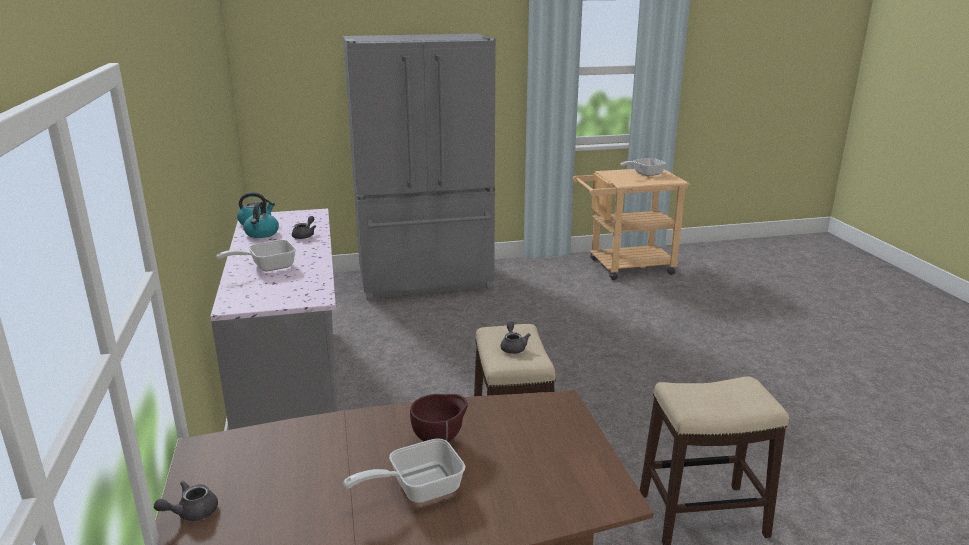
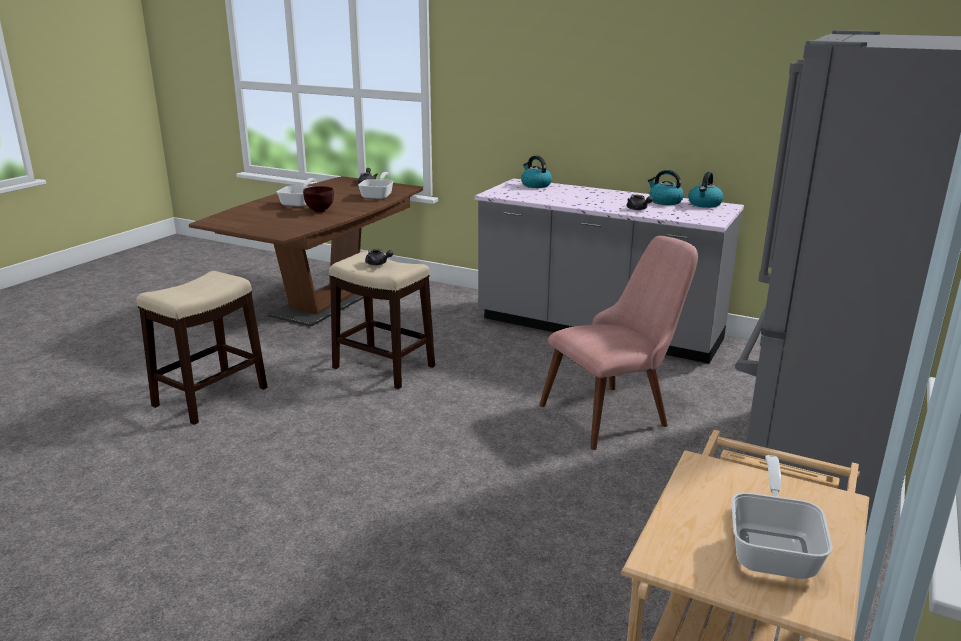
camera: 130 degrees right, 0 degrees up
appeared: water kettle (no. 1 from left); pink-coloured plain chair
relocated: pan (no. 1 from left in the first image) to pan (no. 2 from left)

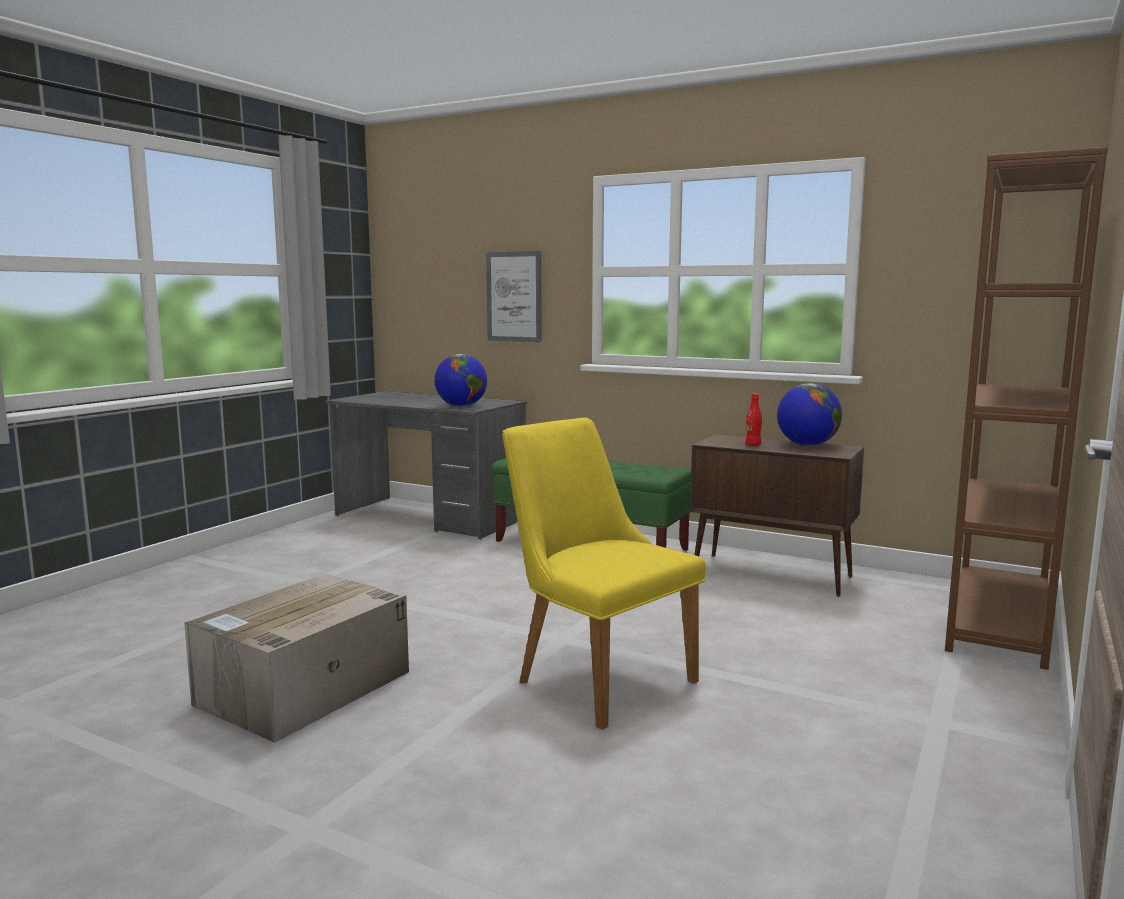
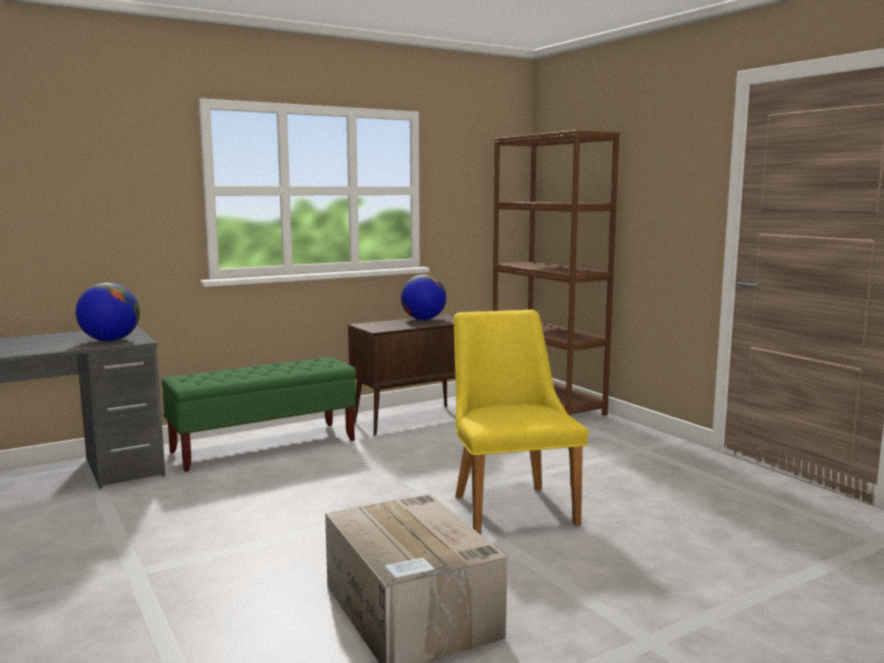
camera: 60 degrees left, 0 degrees up
missing: wall art; red drink bottle
spun: yellowish plain chair 90 degrees clockwise

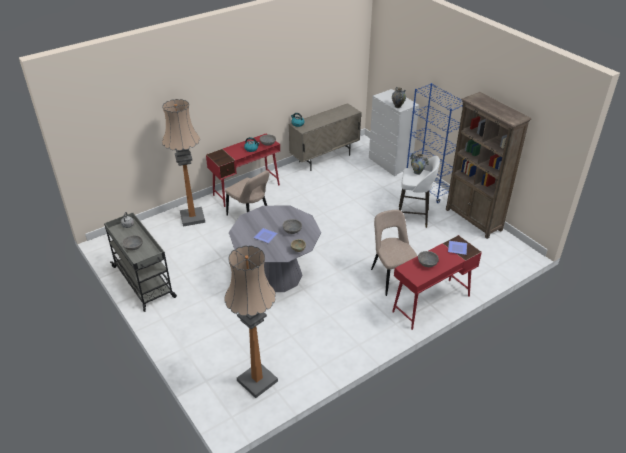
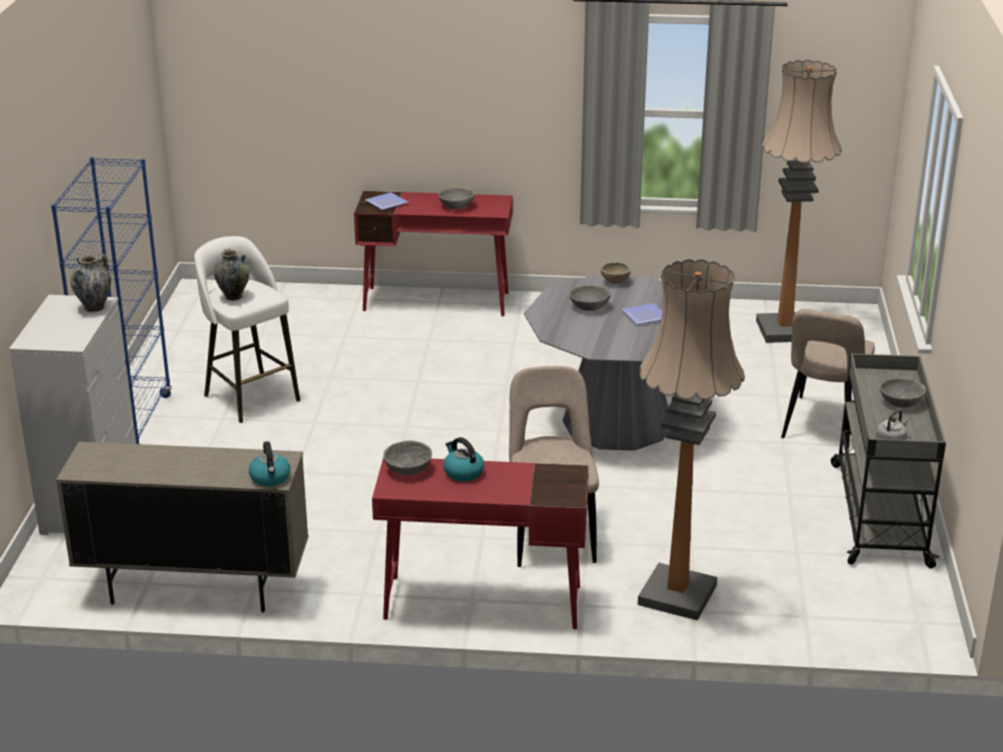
camera: 140 degrees left, 10 degrees down
missing: brown-coloured bookcase
relocated: sand-coloured plain chair (no. 2 from left)

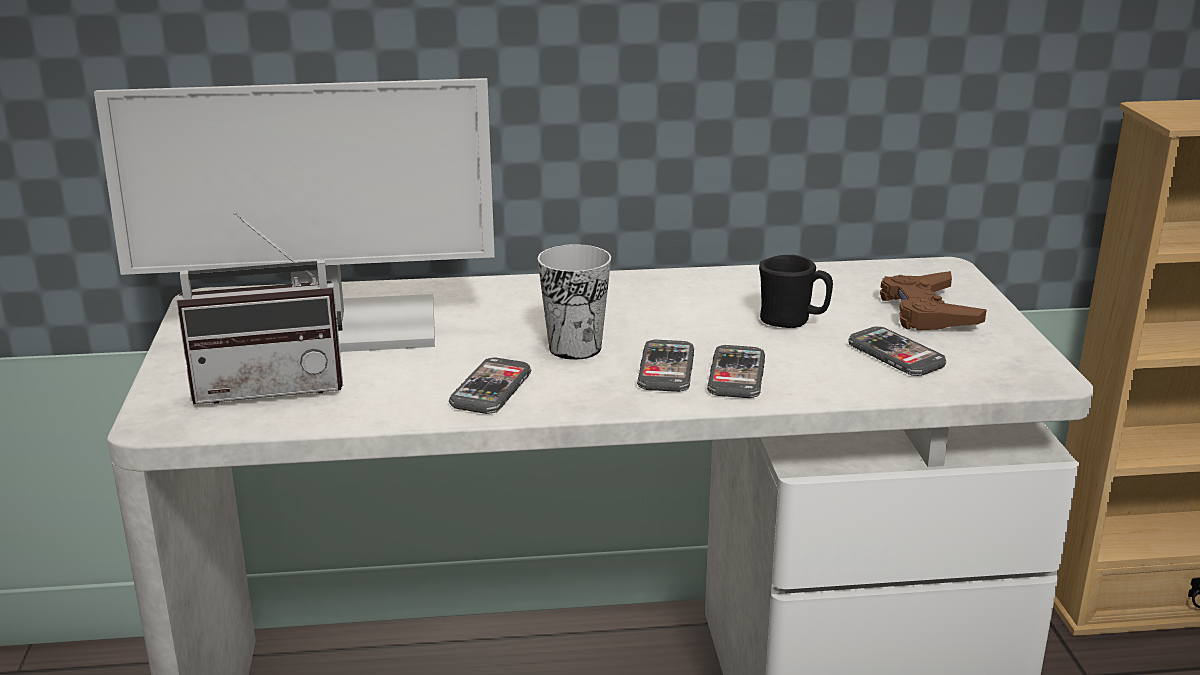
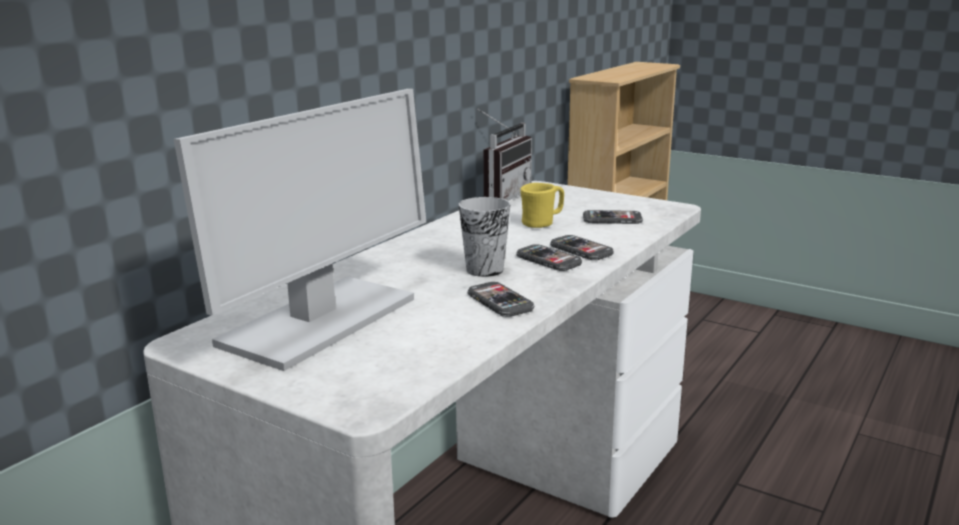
camera: 50 degrees left, 5 degrees down
missing: brown-coloured gamepad
relocated: radio receiver
colour: blackish mug to yellowish mug

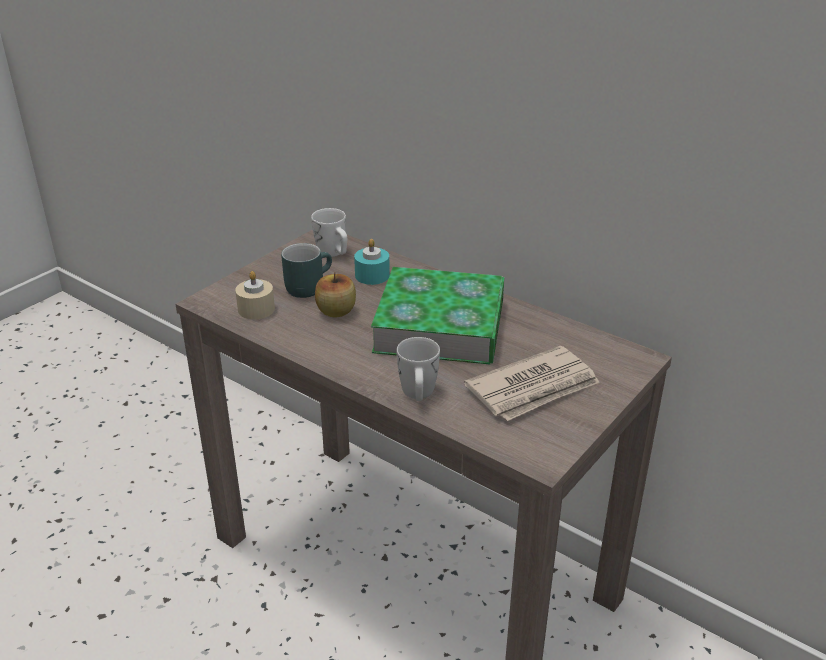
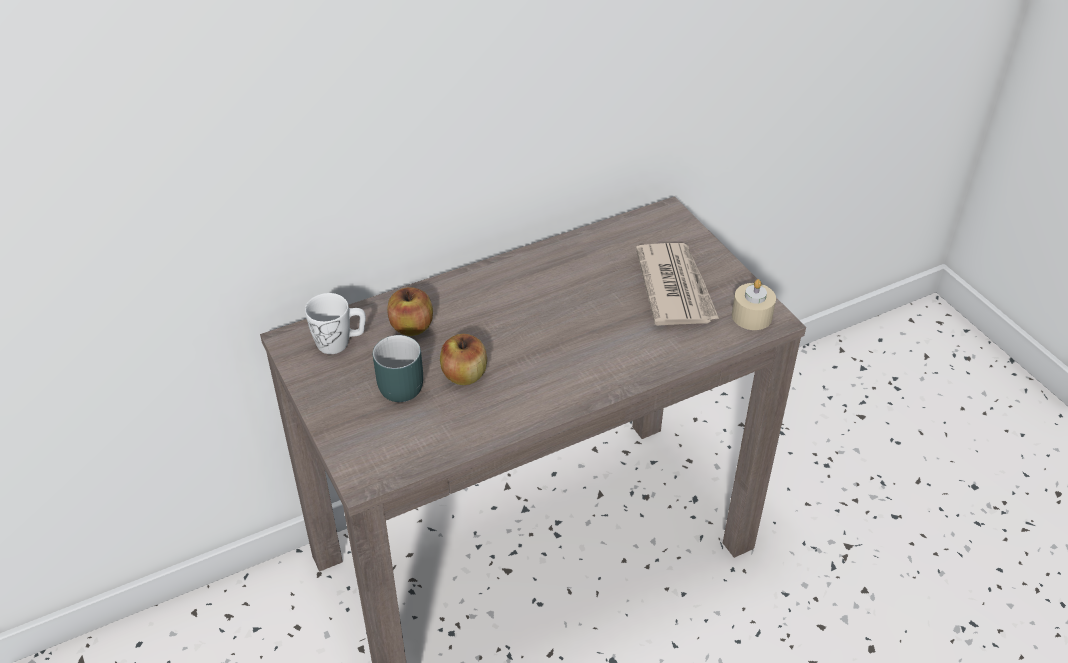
camera: 65 degrees left, 10 degrees up
missing: volume; white mug (no. 2 from left)
relocated: sand-coloured wax candle
exchanged: turquoise wax candle to apple fruit (no. 1 from left)

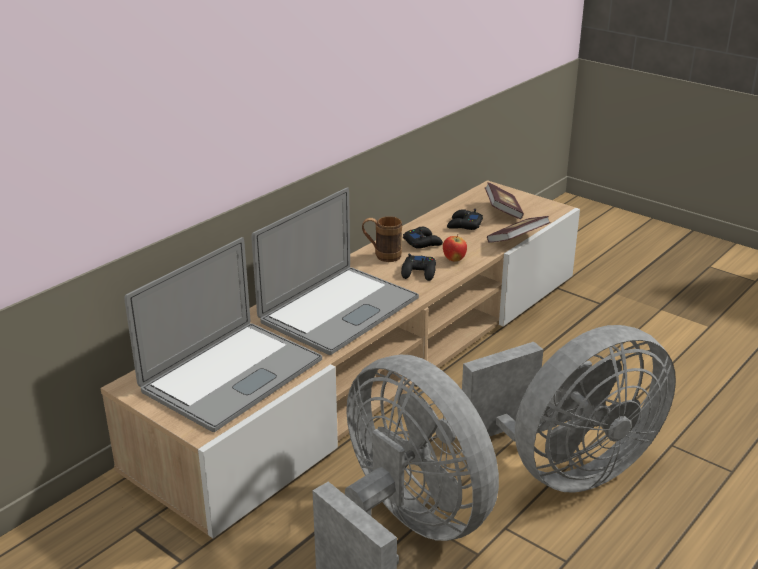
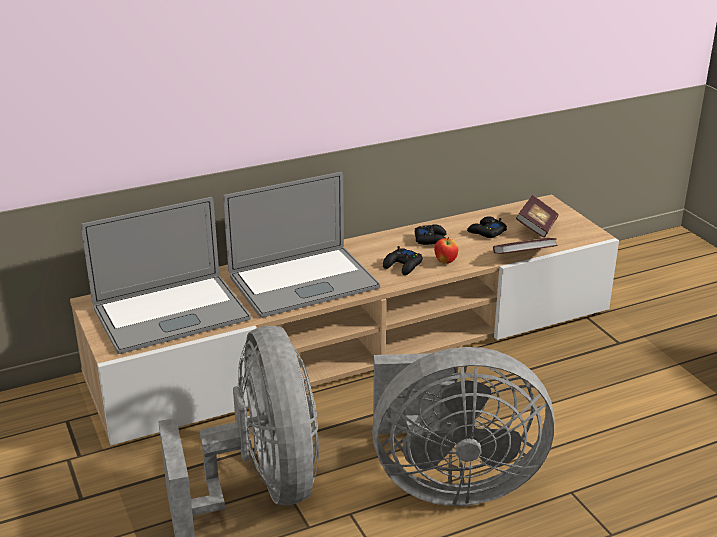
camera: 25 degrees right, 0 degrees up
missing: brown-coloured mug

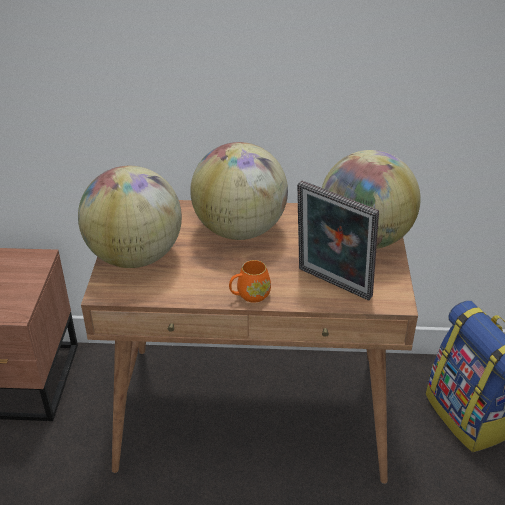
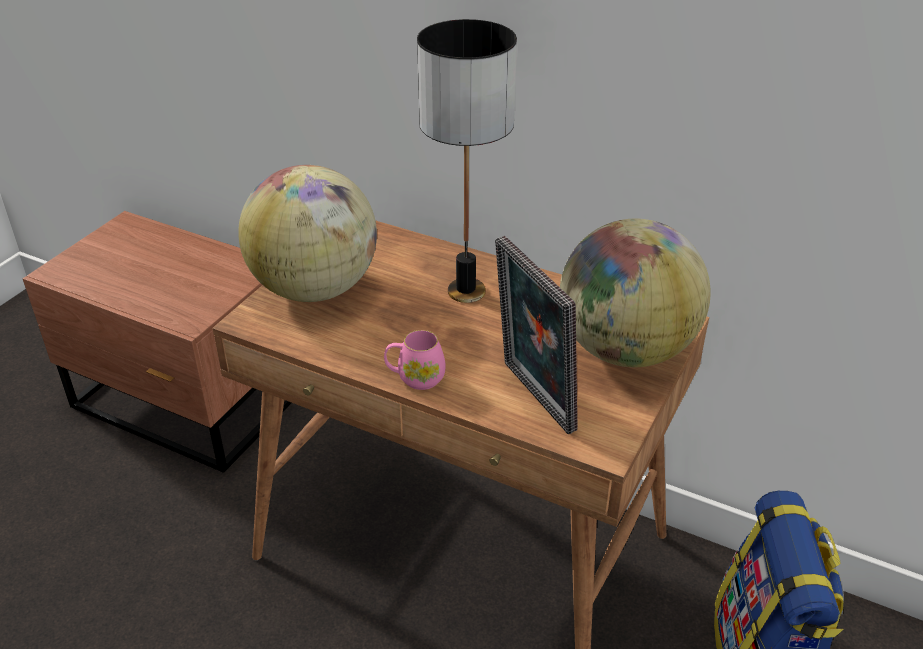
camera: 25 degrees right, 0 degrees up
exchanged: globe (no. 2 from left) to lamp for a table
colour: orangey mug to pink-coloured mug

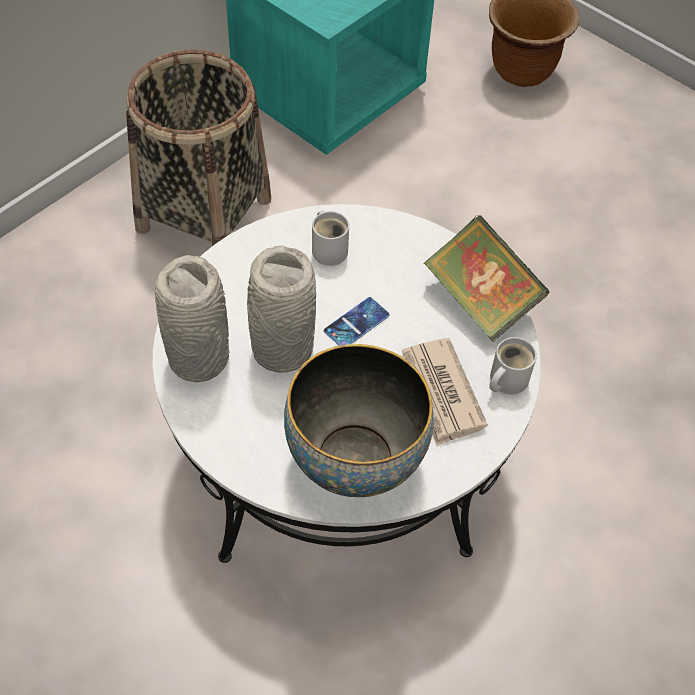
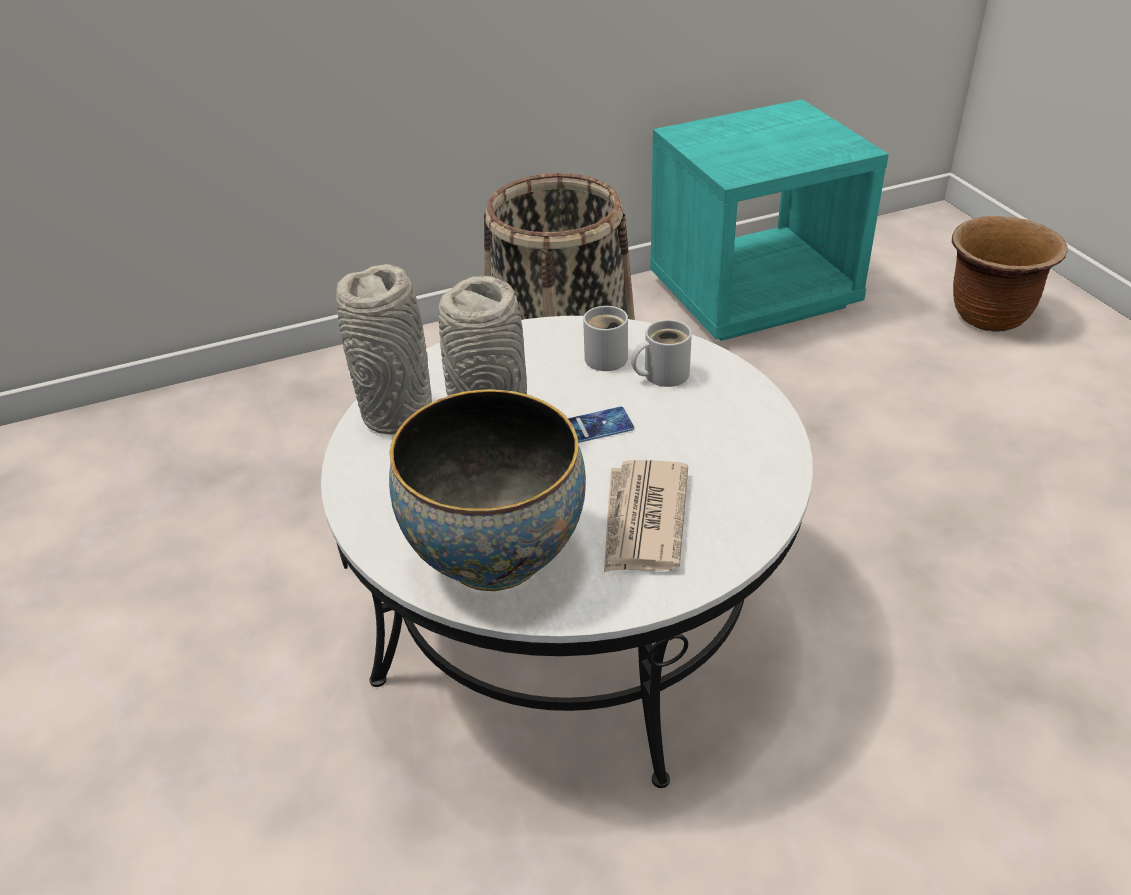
camera: 30 degrees right, 15 degrees down
missing: volume
relocated: white mug (no. 2 from left)

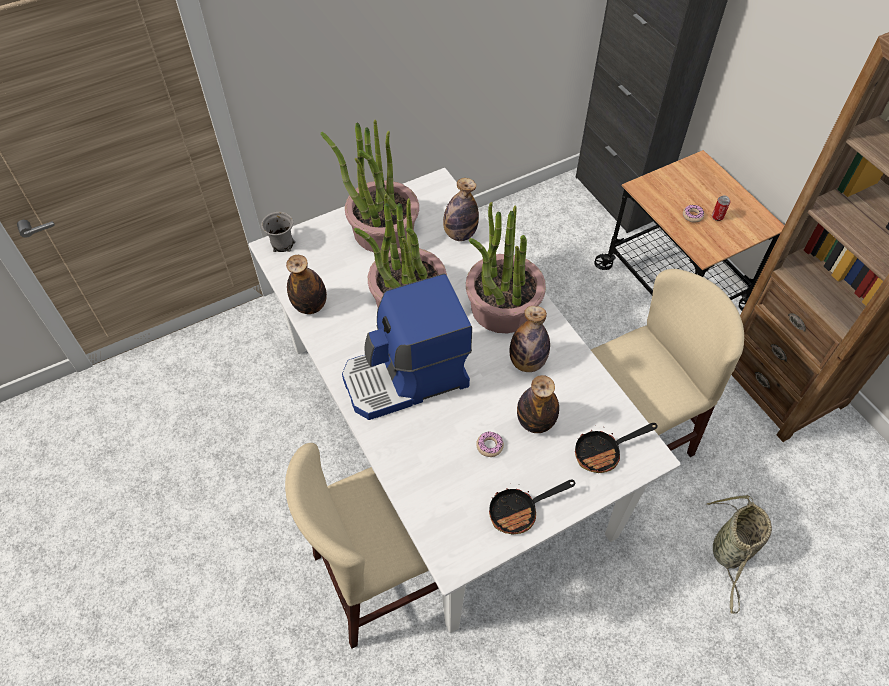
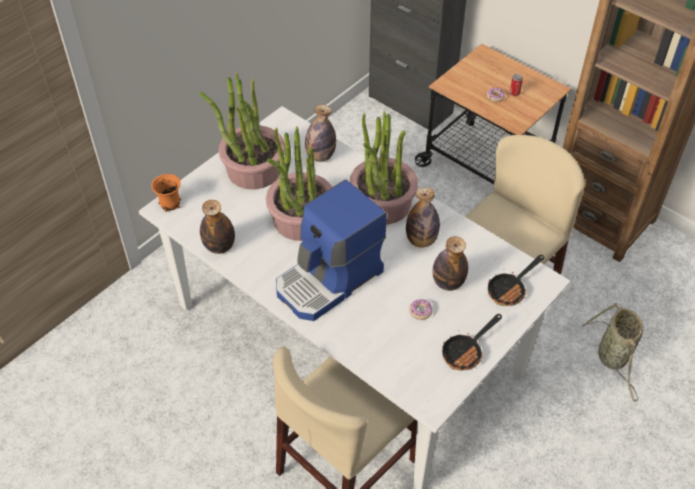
camera: 20 degrees left, 5 degrees down
colour: grey mug to orangey mug

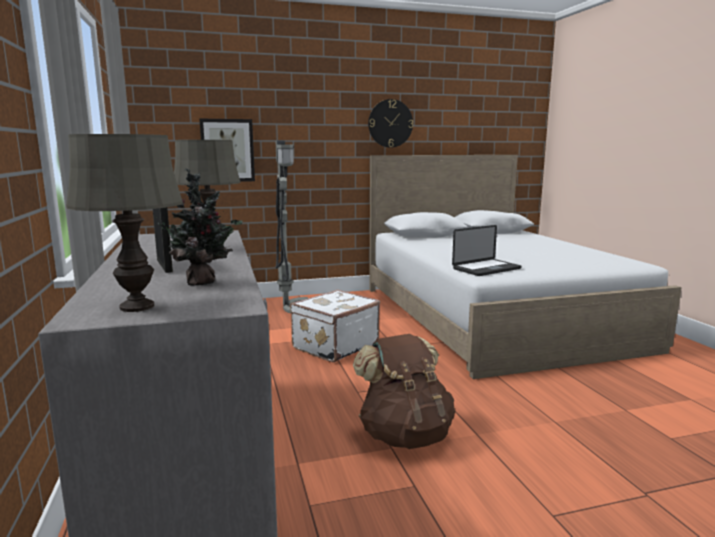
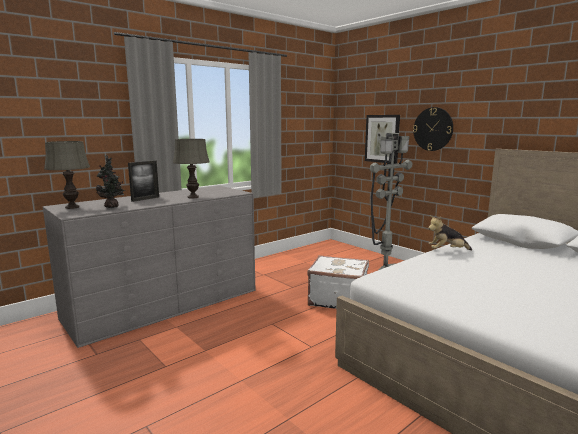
camera: 65 degrees right, 0 degrees up
missing: brown-coloured knapsack; portable computer
appeared: cuddly toy
relocated: clock on the wall

